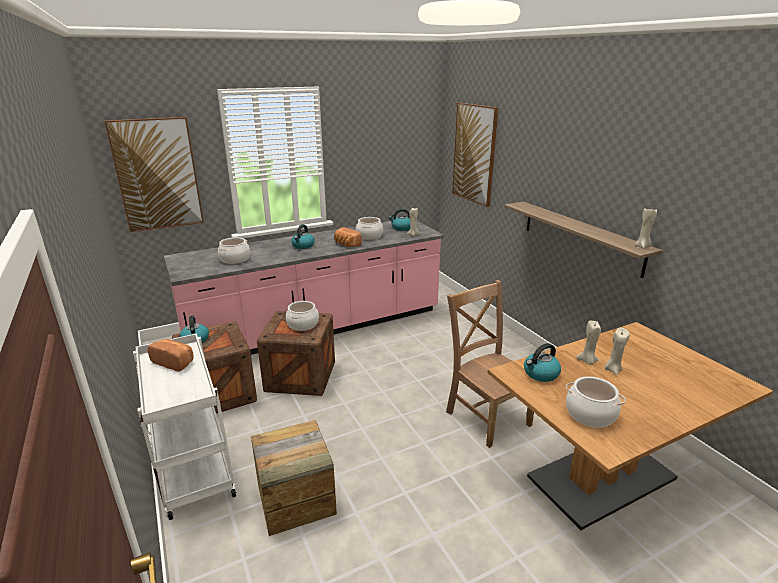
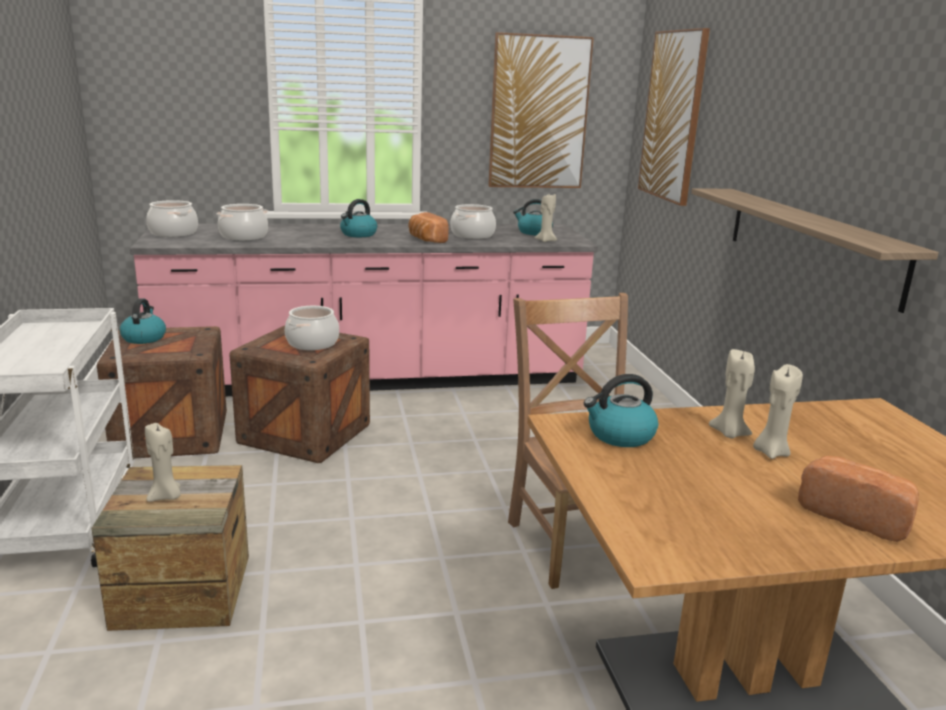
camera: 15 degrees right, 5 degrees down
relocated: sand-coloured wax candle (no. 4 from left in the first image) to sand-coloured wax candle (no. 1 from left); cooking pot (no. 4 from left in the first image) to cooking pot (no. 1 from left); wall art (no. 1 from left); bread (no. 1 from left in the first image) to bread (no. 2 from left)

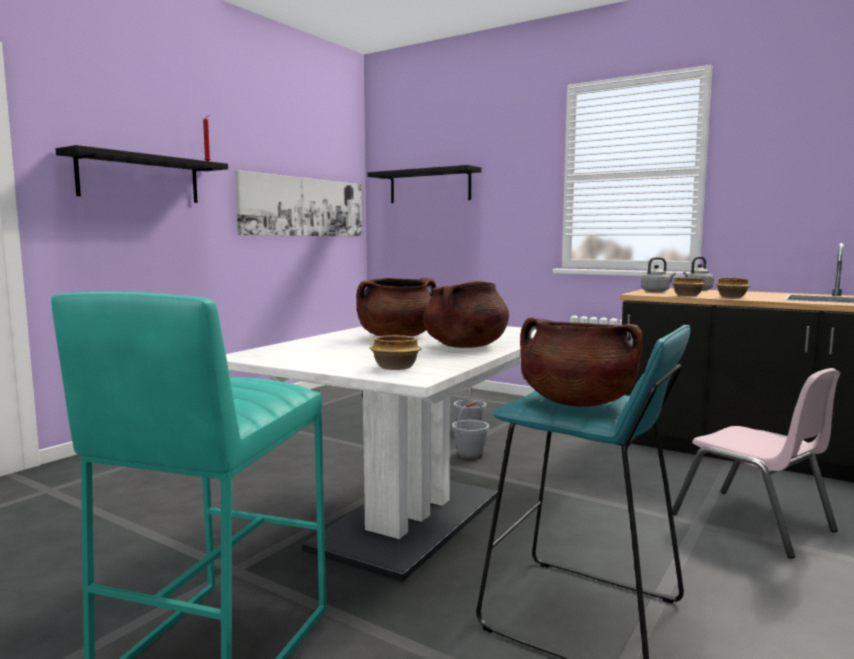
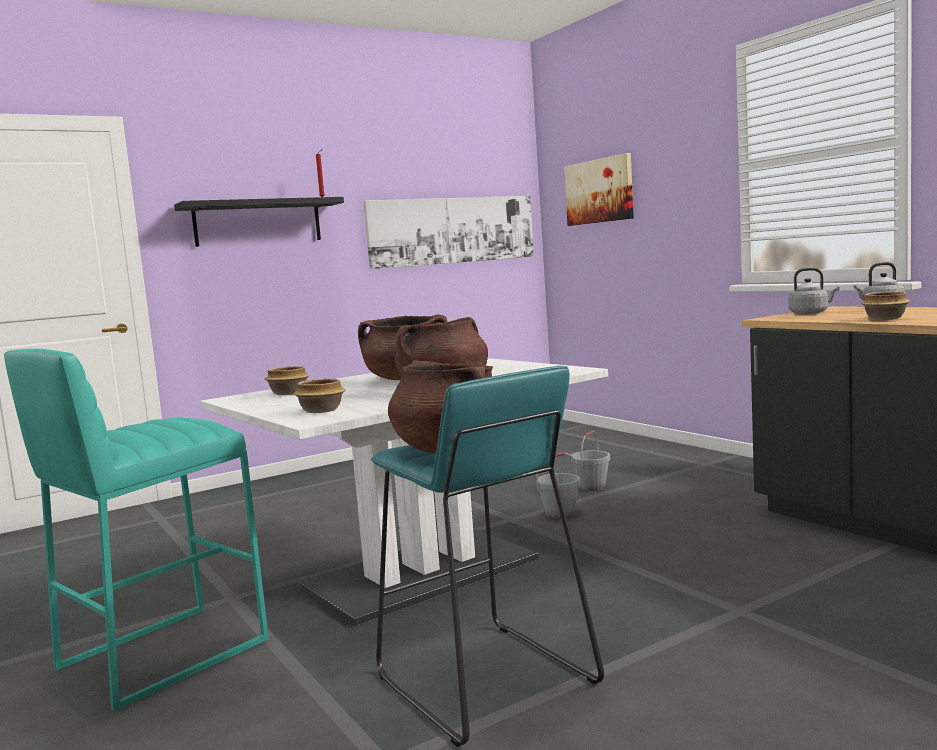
camera: 25 degrees right, 0 degrees up
missing: pink-coloured plain chair
relocated: deep dish (no. 2 from left in the first image) to deep dish (no. 1 from left)
exchanged: blackish bracket shelf (no. 2 from left) to wall art (no. 2 from left)

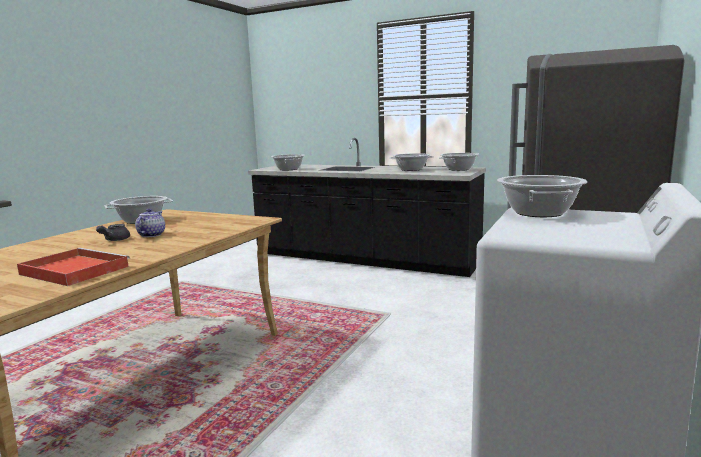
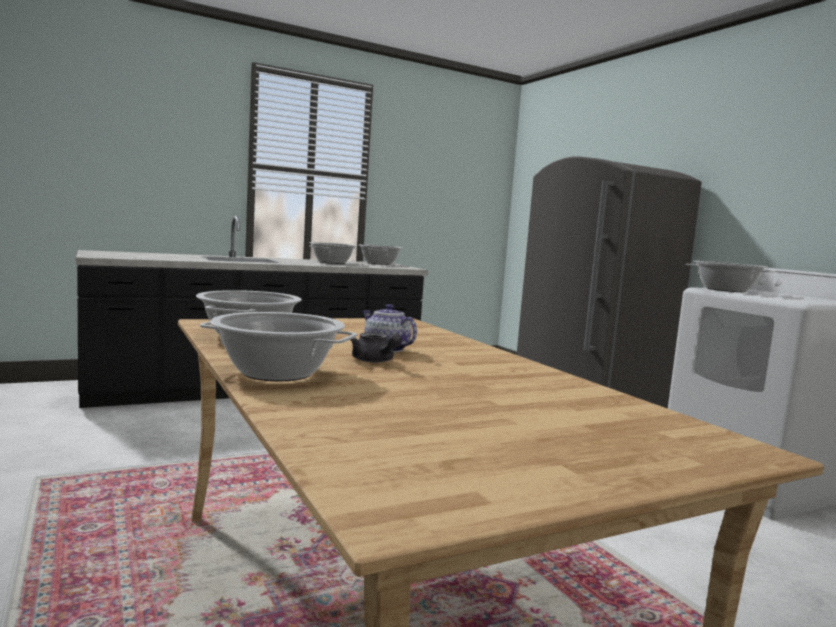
camera: 55 degrees left, 5 degrees down
missing: red tray
relocated: cooking pot (no. 2 from left)

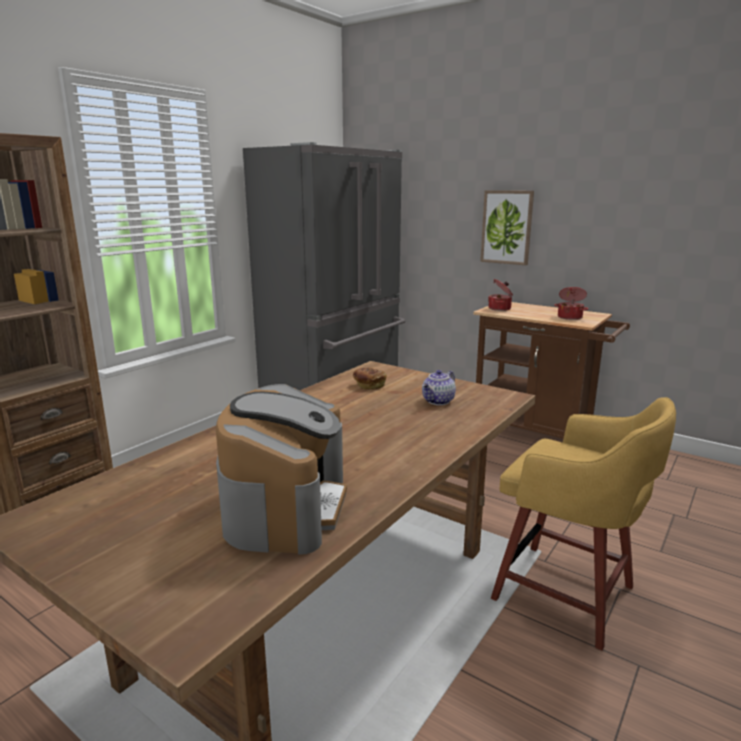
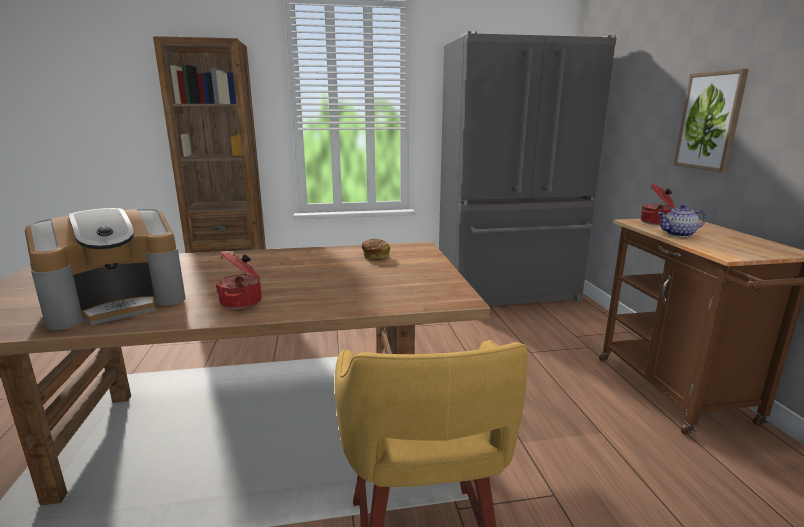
camera: 45 degrees right, 0 degrees up
relocated: cooking pot (no. 2 from left in the first image) to cooking pot (no. 1 from left); teapot

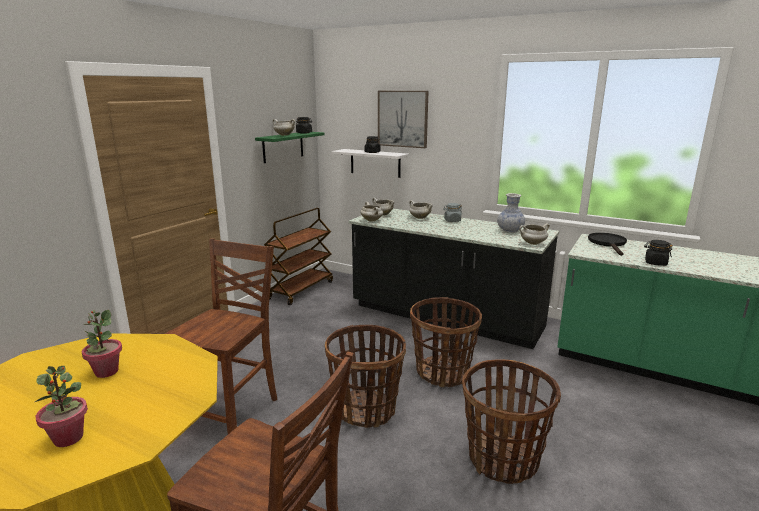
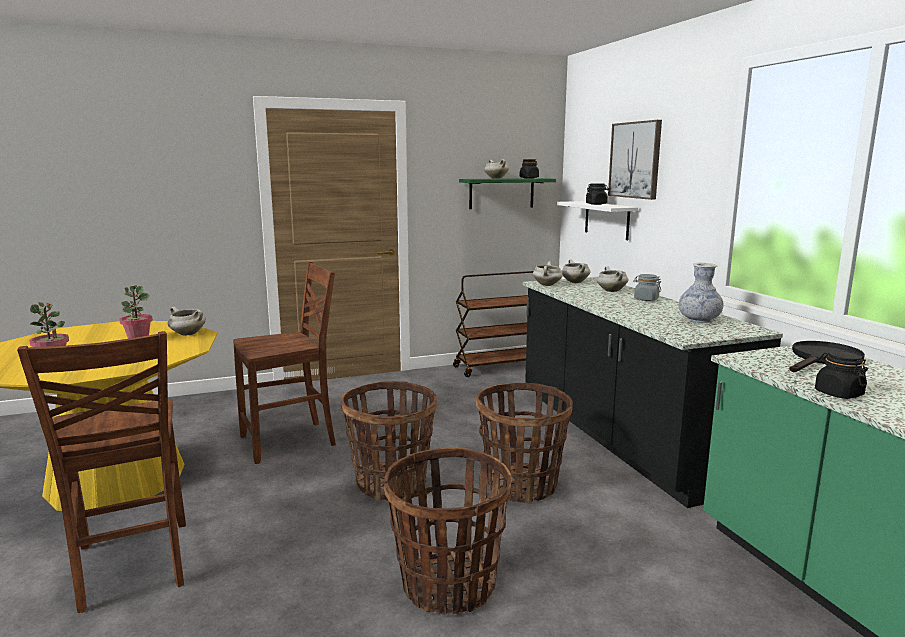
camera: 40 degrees right, 5 degrees down
relocated: white cooking pot (no. 5 from left in the first image) to white cooking pot (no. 1 from left)

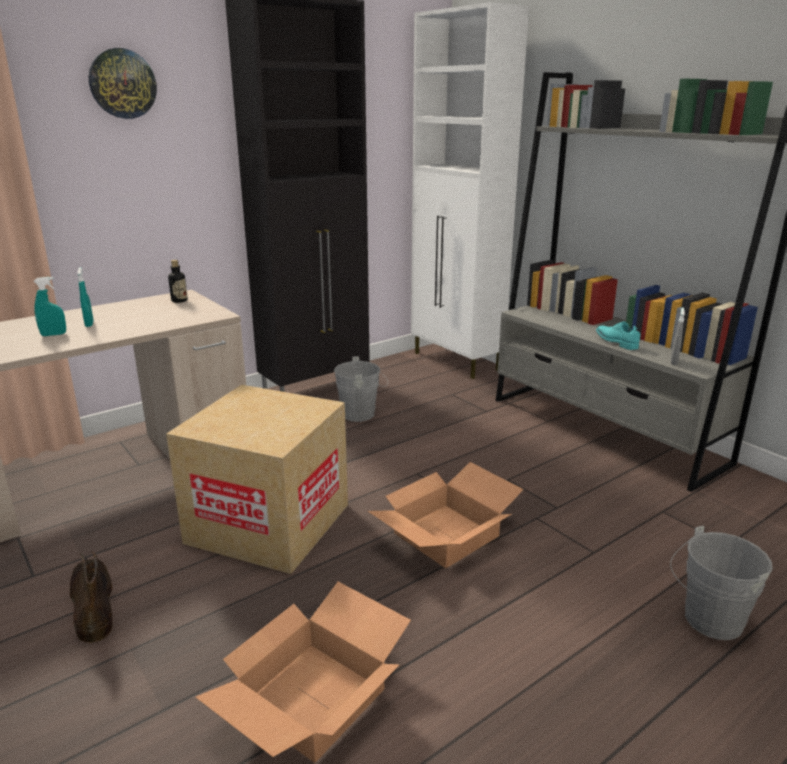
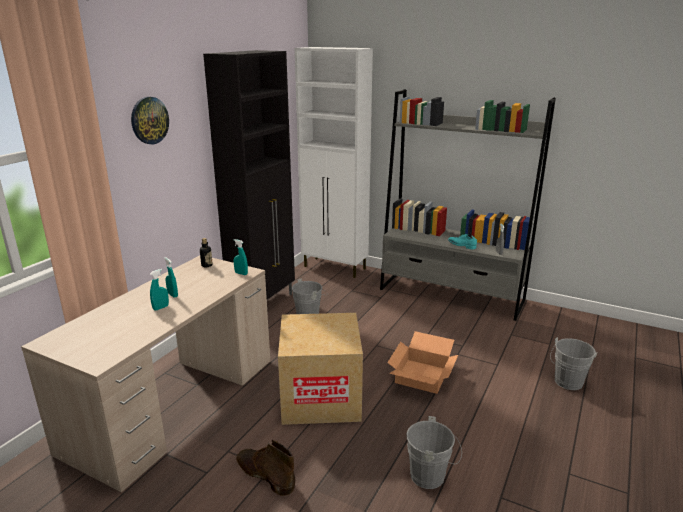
camera: 25 degrees left, 0 degrees up
appeared: turquoise spray bottle (no. 3 from left)
exchanged: carton (no. 2 from left) to grey pail (no. 2 from left)

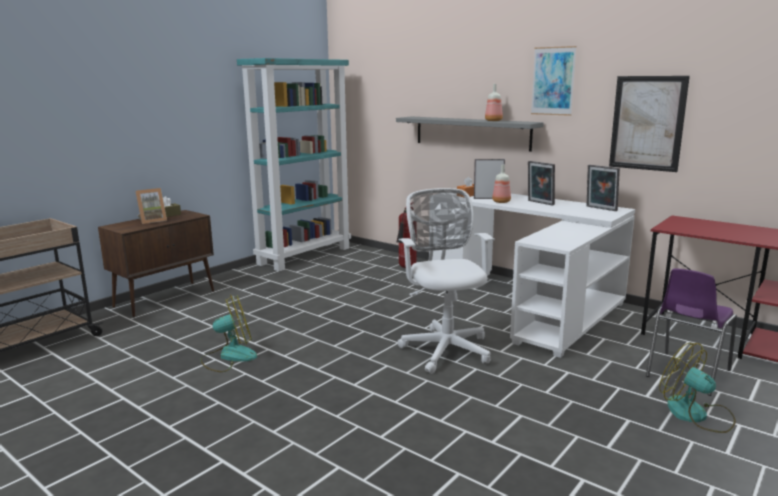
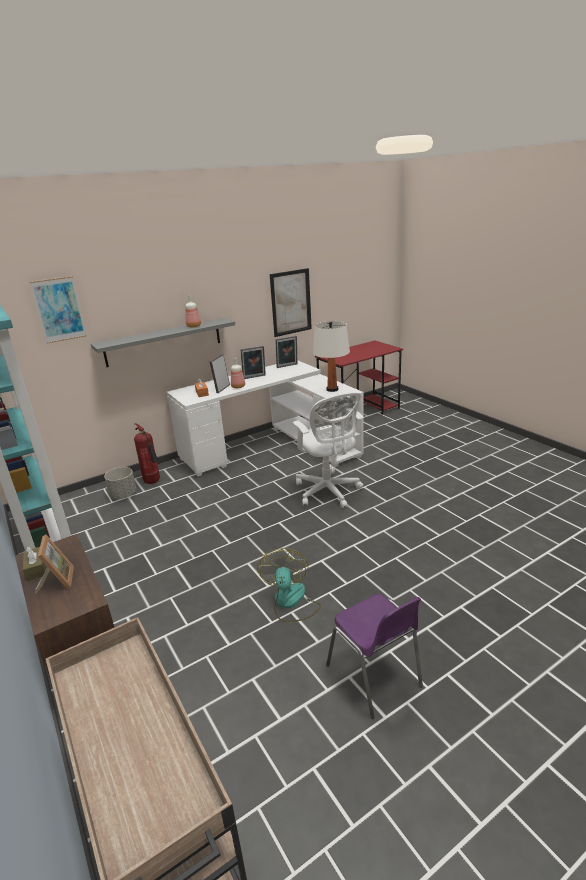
camera: 70 degrees left, 10 degrees up
missing: electric fan (no. 2 from left)
appeared: grey flower pot; white lamp for a table
relocated: wall art (no. 1 from left); purplish plain chair
spun: white desk chair 120 degrees counterclockwise

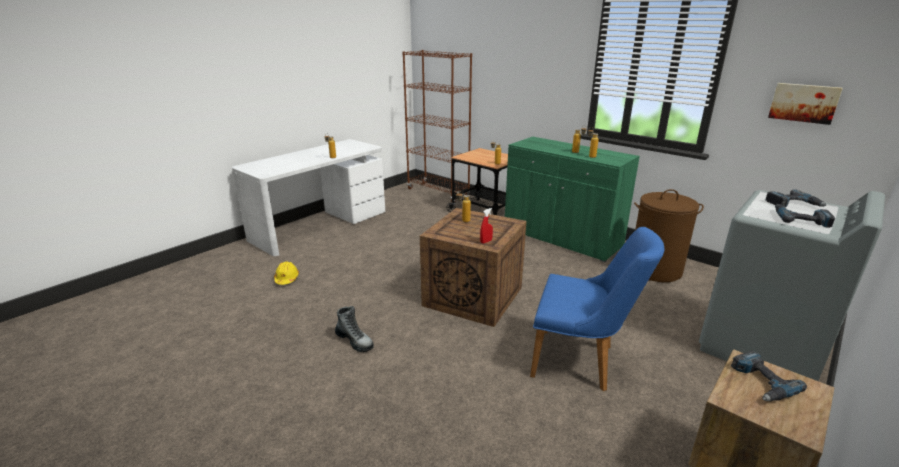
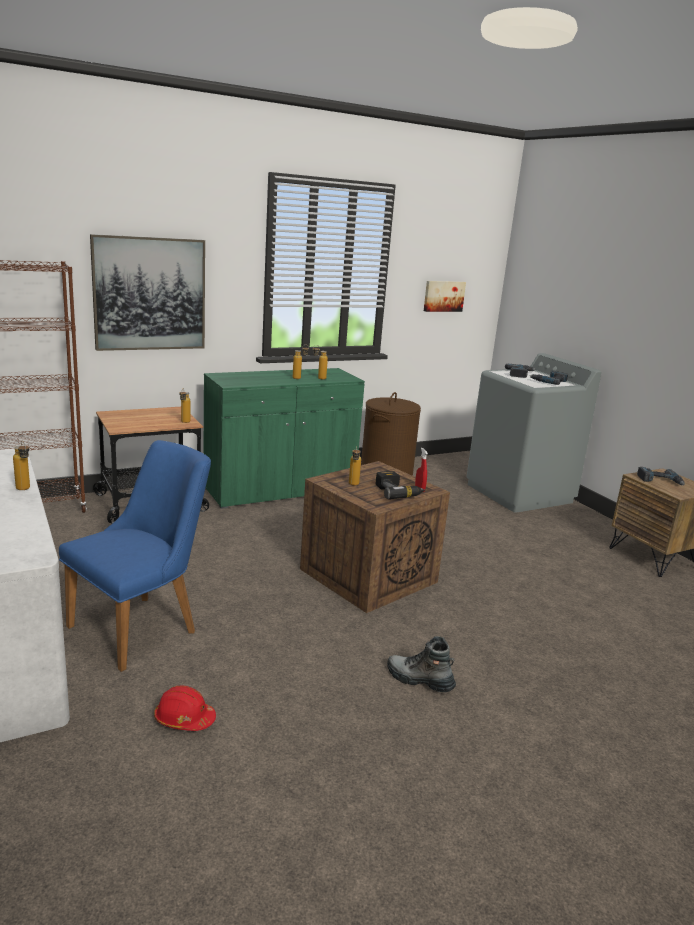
camera: 70 degrees left, 5 degrees down
appeared: wall art (no. 1 from left); power drill (no. 1 from left)
relocated: bluish plain chair
colour: yellowish hard hat to red hard hat
spun: tall boot 120 degrees counterclockwise

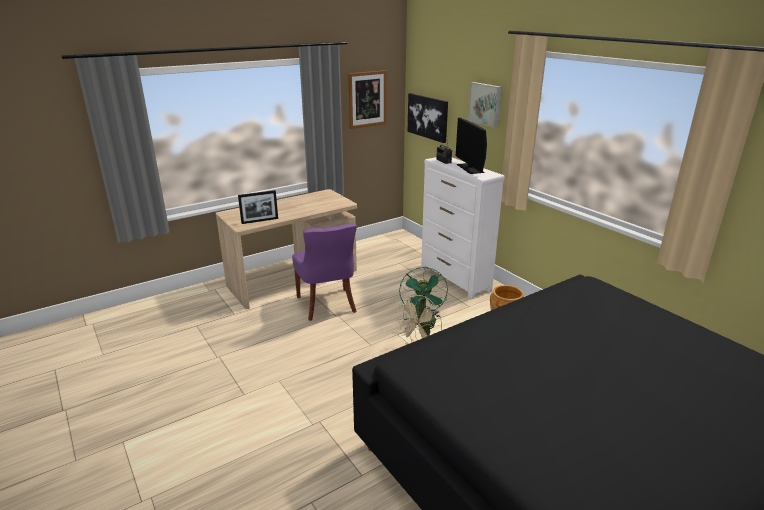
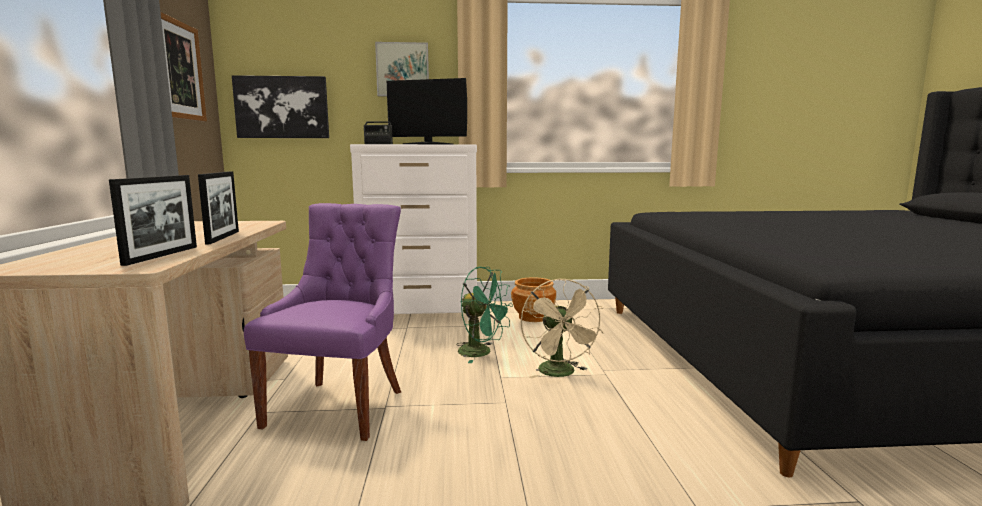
camera: 60 degrees left, 15 degrees down
appeared: standing frame (no. 2 from left)
spun: purplish plain chair 90 degrees counterclockwise

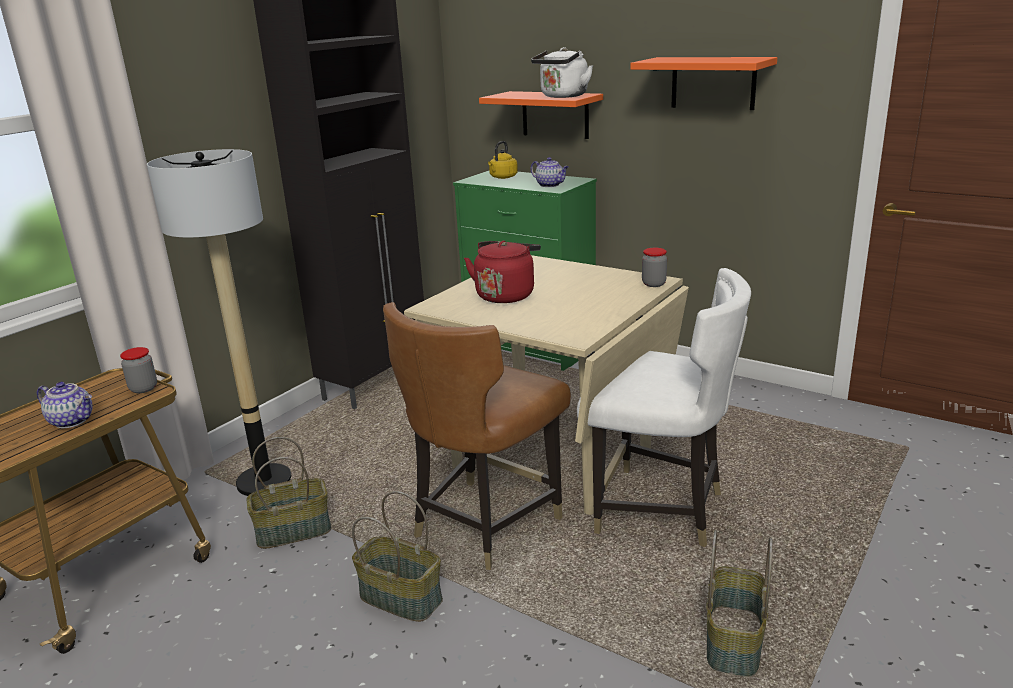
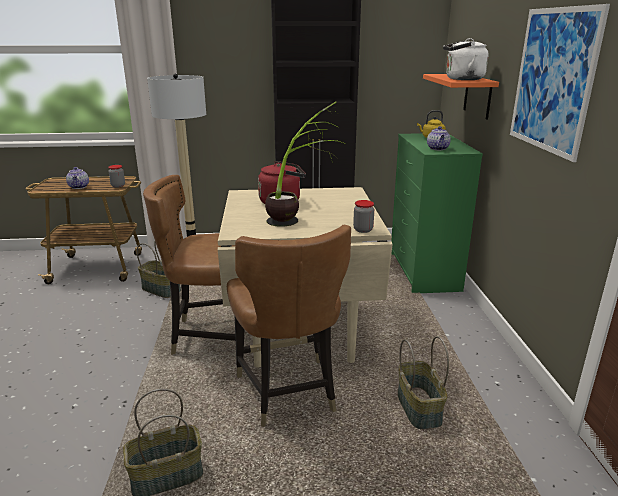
camera: 50 degrees right, 0 degrees up
appeared: plant in a pot
relocated: basket (no. 2 from left in the first image) to basket (no. 3 from left)
exchanged: orangey bracket shelf (no. 2 from left) to wall art
colour: white plain chair to brown-coloured plain chair (no. 2 from left)

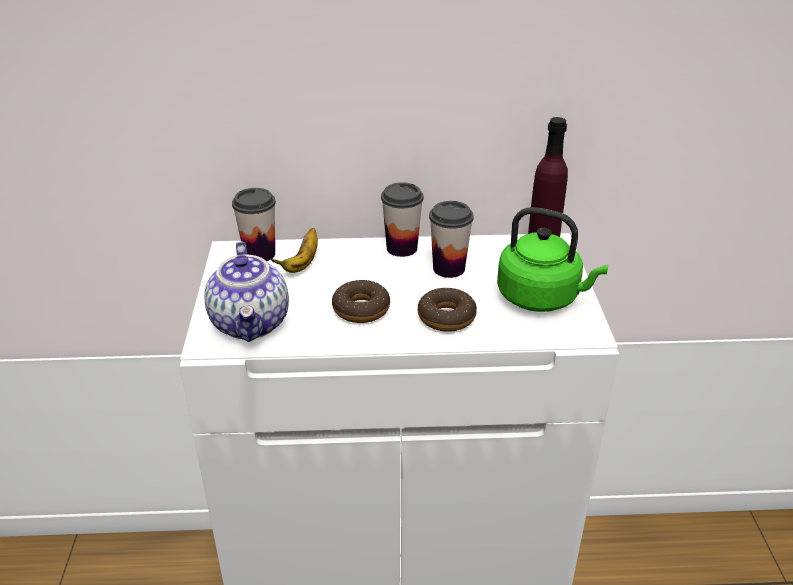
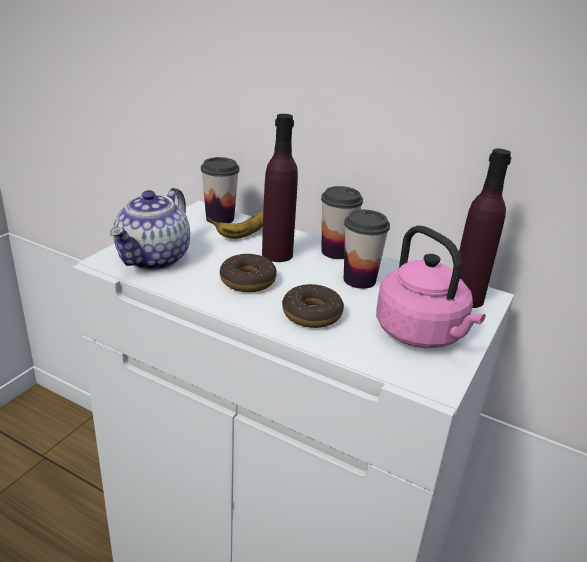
camera: 30 degrees right, 5 degrees down
appeared: purplish drink bottle (no. 1 from left)
colour: green water kettle to pink-coloured water kettle

